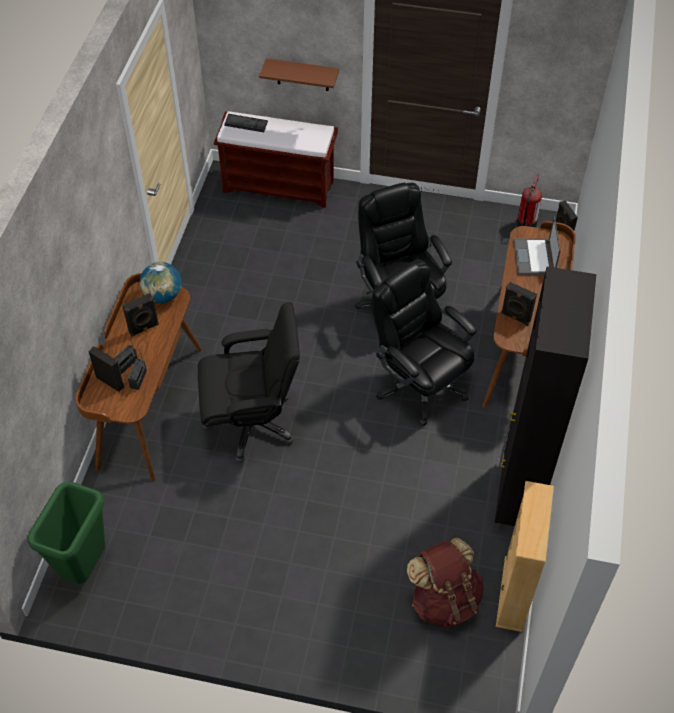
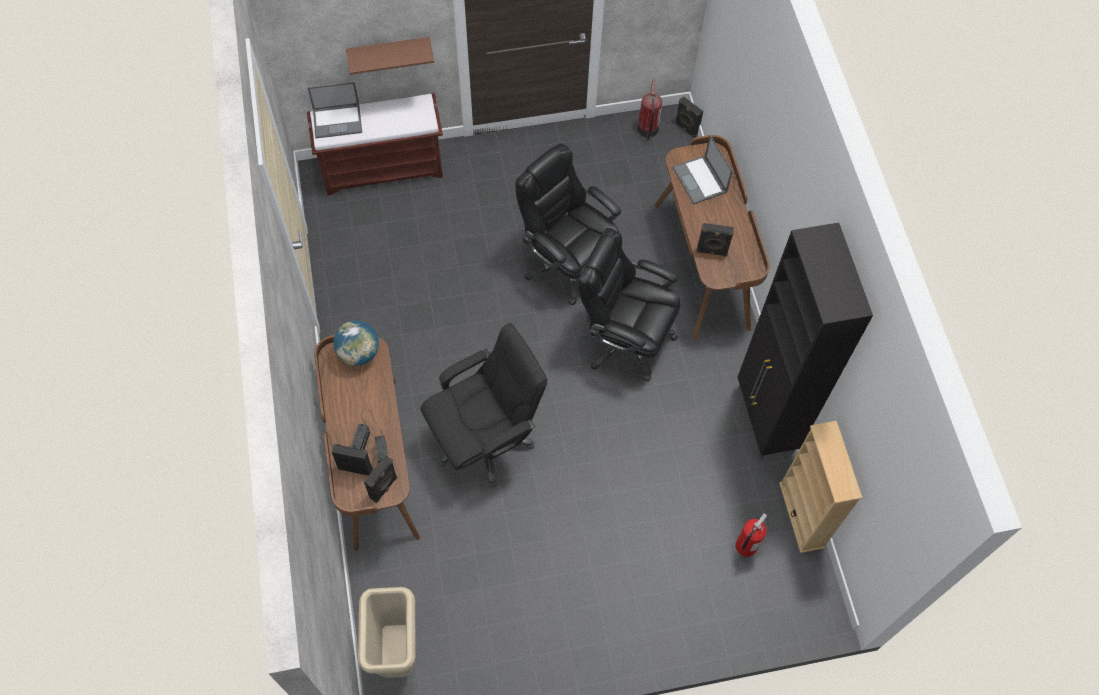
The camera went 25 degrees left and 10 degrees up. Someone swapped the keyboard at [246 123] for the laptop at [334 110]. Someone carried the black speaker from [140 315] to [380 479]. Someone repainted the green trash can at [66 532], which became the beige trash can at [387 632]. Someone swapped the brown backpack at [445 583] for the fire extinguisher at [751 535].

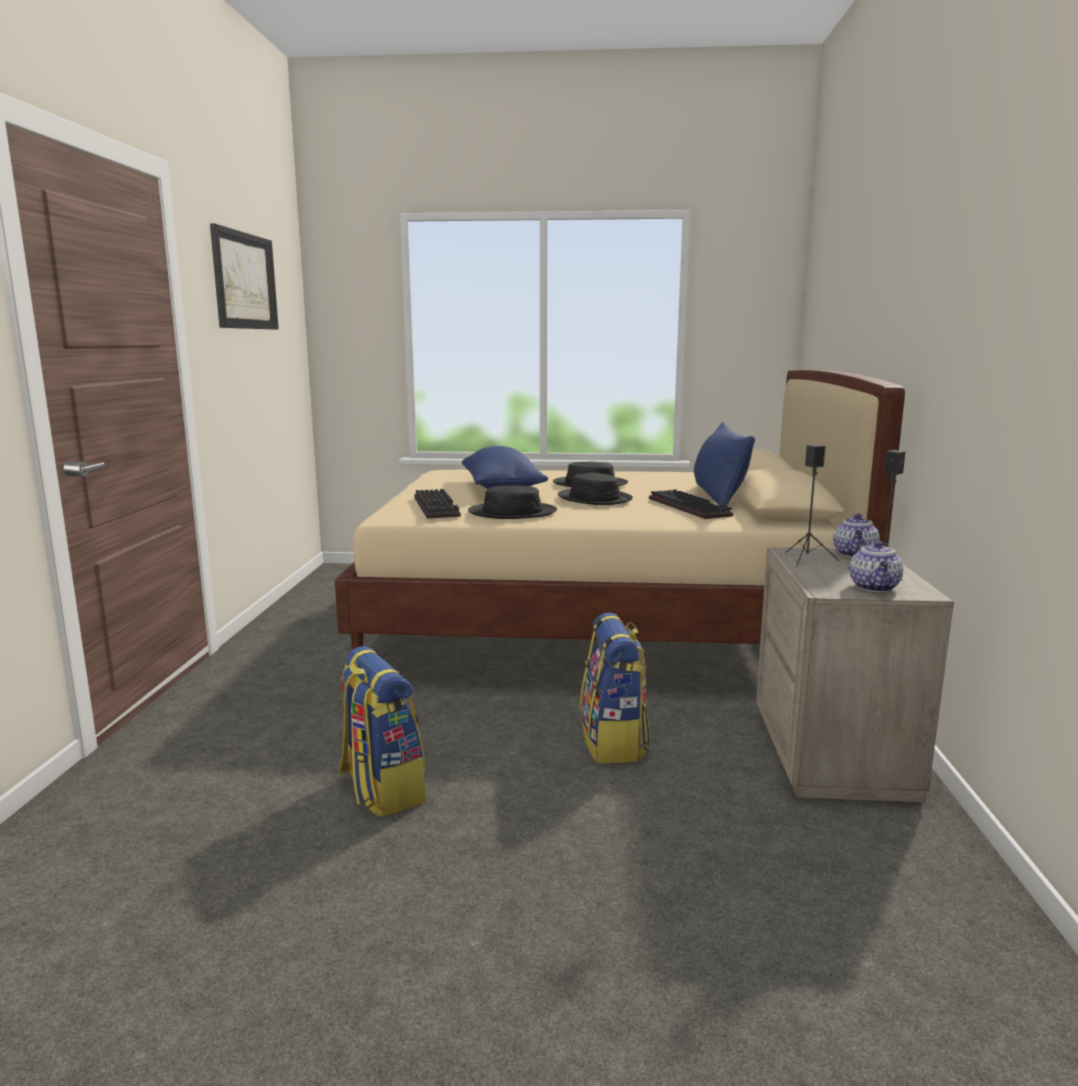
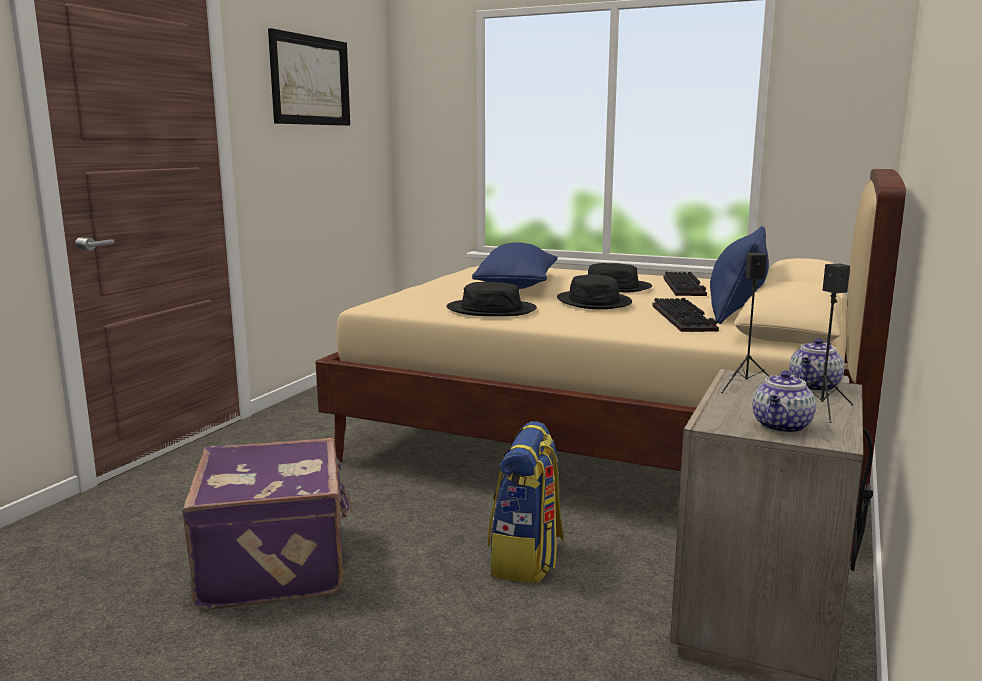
The camera went 20 degrees right and 0 degrees up. Someone carried the keyboard from [437 504] to [685 284]. Someone swapped the backpack at [382 731] for the purple suitcase at [266 523].

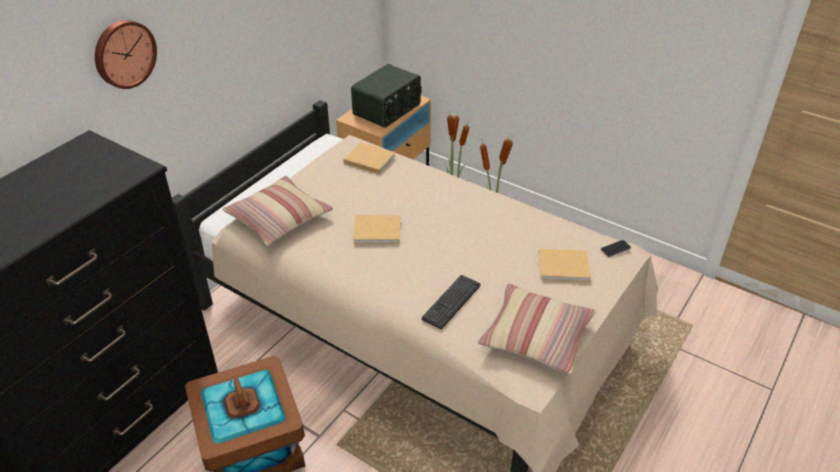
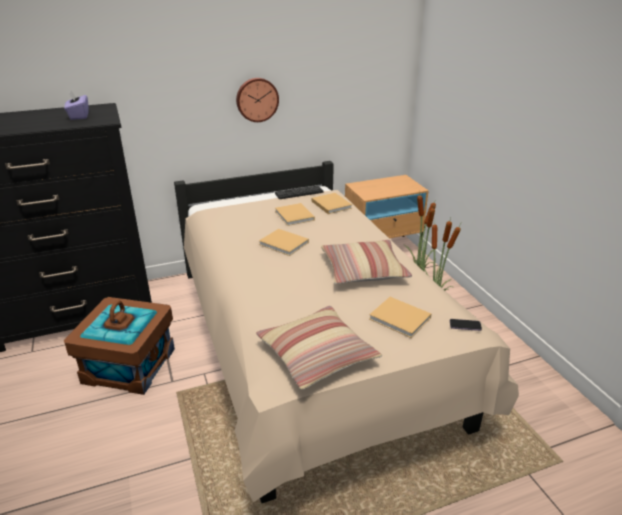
The camera went 35 degrees right and 10 degrees down. Someone carried the wall clock from [126 54] to [257 100]. Someone took away the radio at [386 96]. Someone carried the pillow from [277 211] to [366 262]. Someone carried the keyboard from [451 302] to [299 192]. Someone put down the purple tissue box at [76 105]. Someone put down the beige book at [295 214].

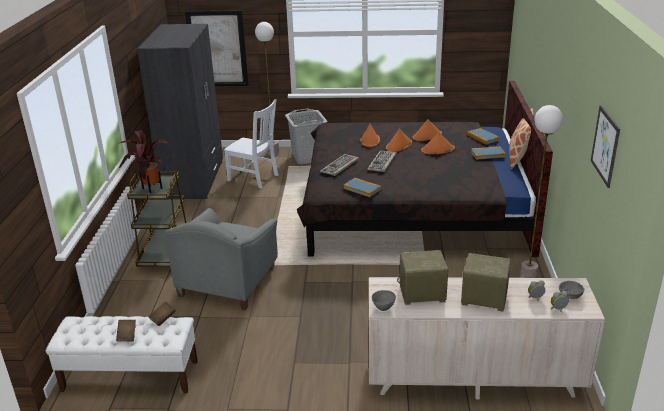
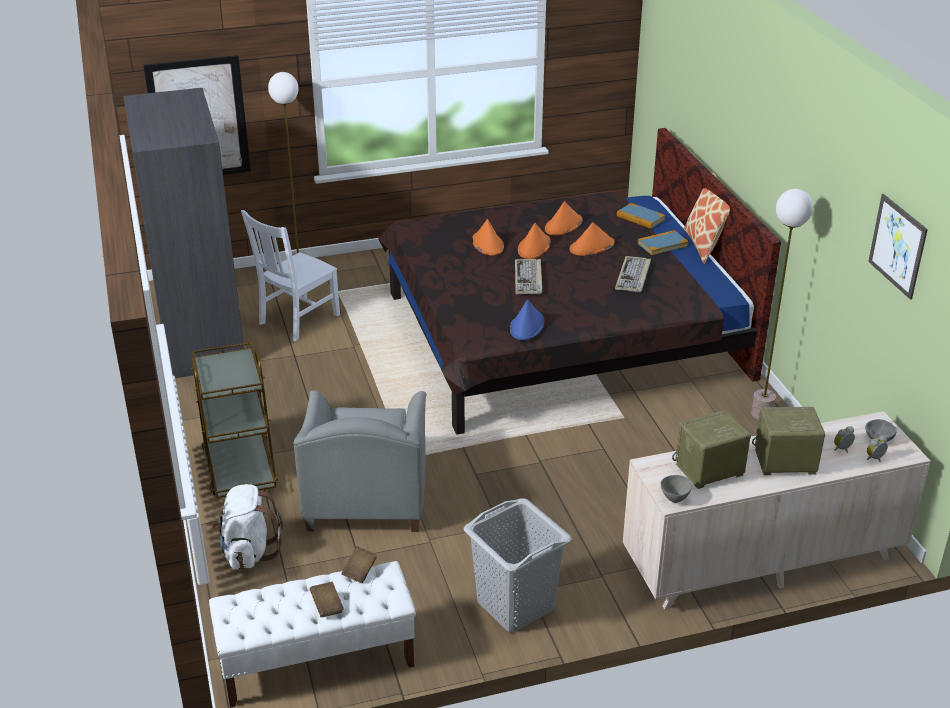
The camera went 20 degrees left and 5 degrees up. Someone rotated the white chair at [251 143] by 120 degrees clockwise. Someone carried the grey laundry basket from [306 137] to [518 565]. Someone took away the potted plant at [144 161]. Someone carried the keyboard from [339 165] to [633 274]. Someone swapped the book at [362 187] for the blue hat at [527 319]. Someone put down the white backpack at [247 527].

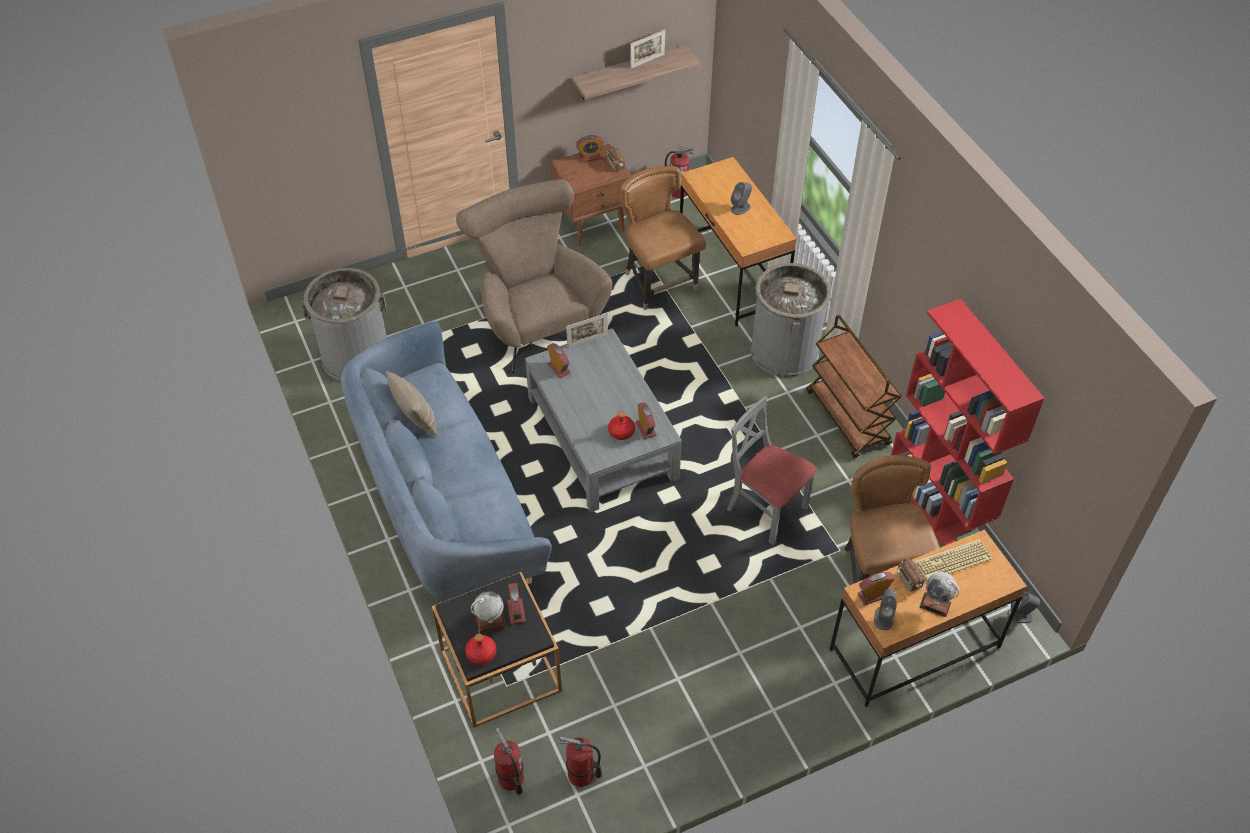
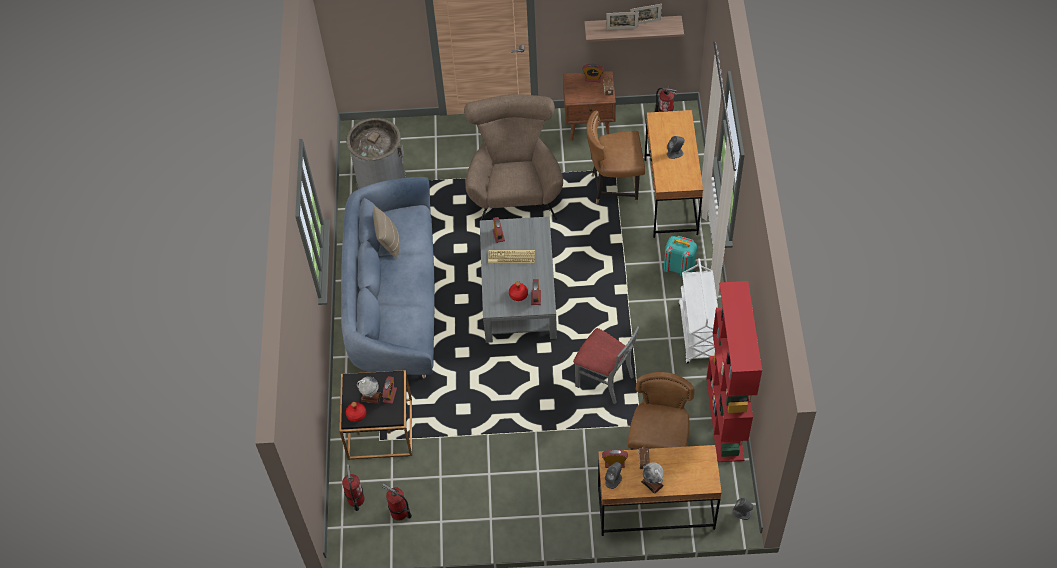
The camera went 25 degrees right and 5 degrees up. Someone rotated the brown chair at [663 238] by 90 degrees counterclockwise. Someone swapped the grey trash can at [790 320] for the turquoise backpack at [680 256]. Someone carried the picture frame from [587 330] to [622 21]. Someone repainted the brown cart at [853 386], which became the white cart at [698 310]. Someone rotated the grey chair at [772 470] by 150 degrees clockwise. Someone carried the keyboard from [953 559] to [511 257].

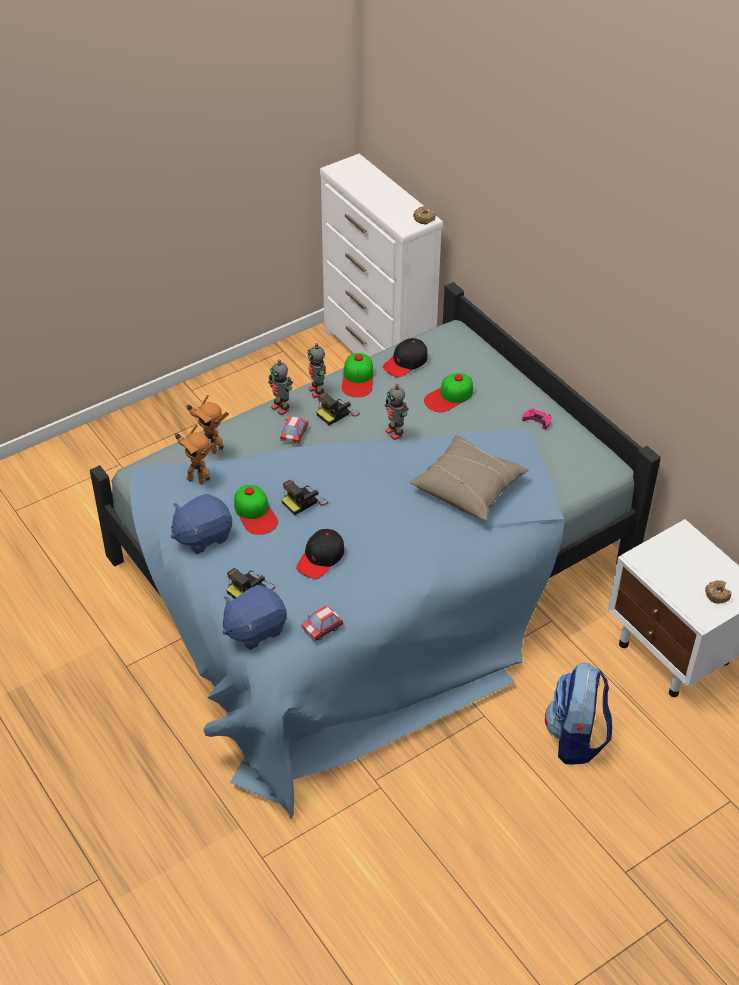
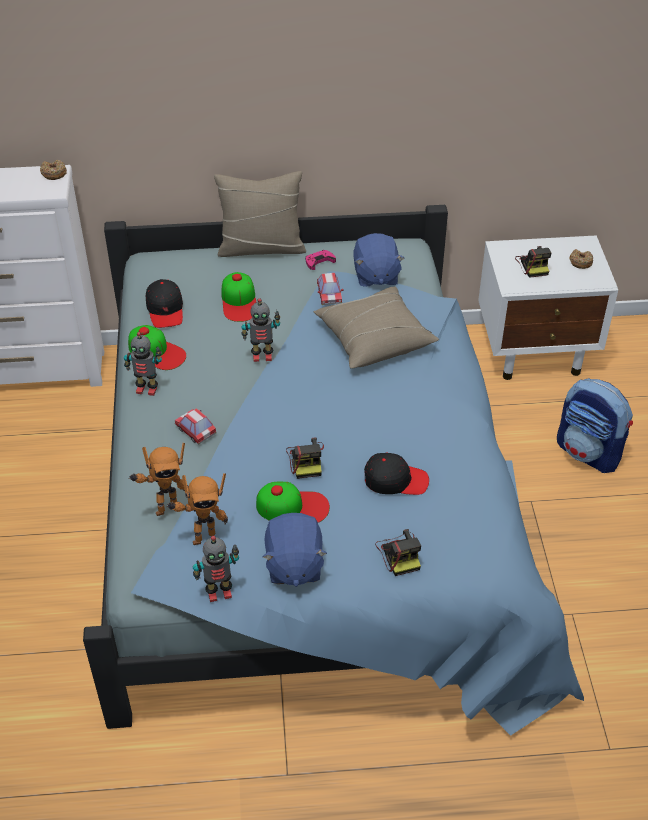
The camera went 60 degrees left and 0 degrees up. Someone carried the toy robot from [280 387] to [216 569]. Someone carried the photo camera from [338 408] to [533 262]. Someone rotated the black cap at [320 554] by 60 degrees counterclockwise. Someone carried the blue plush toy from [255 617] to [379 260]. Someone carried the toy car from [322 623] to [330 289]. Someone put down the beige pillow at [260 214].

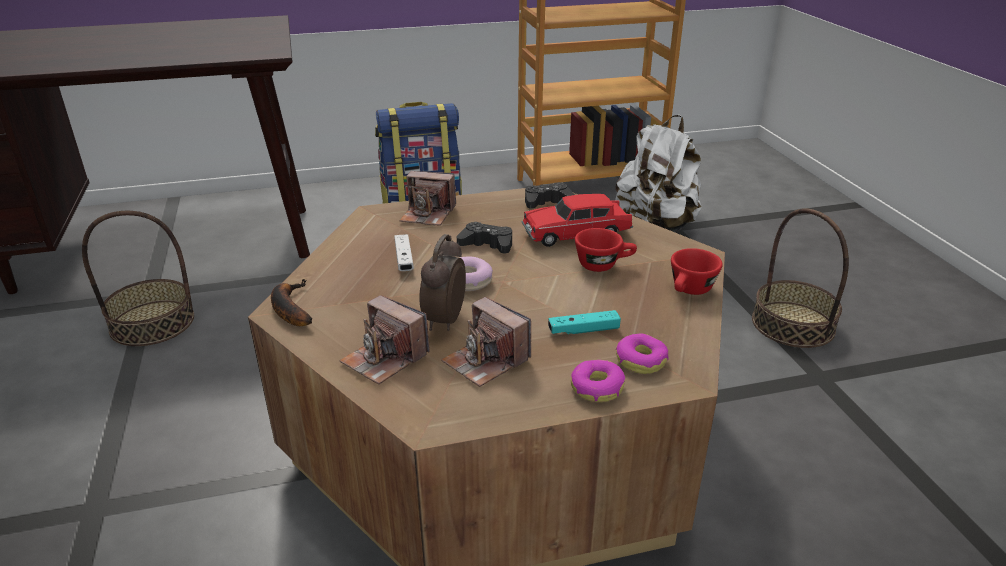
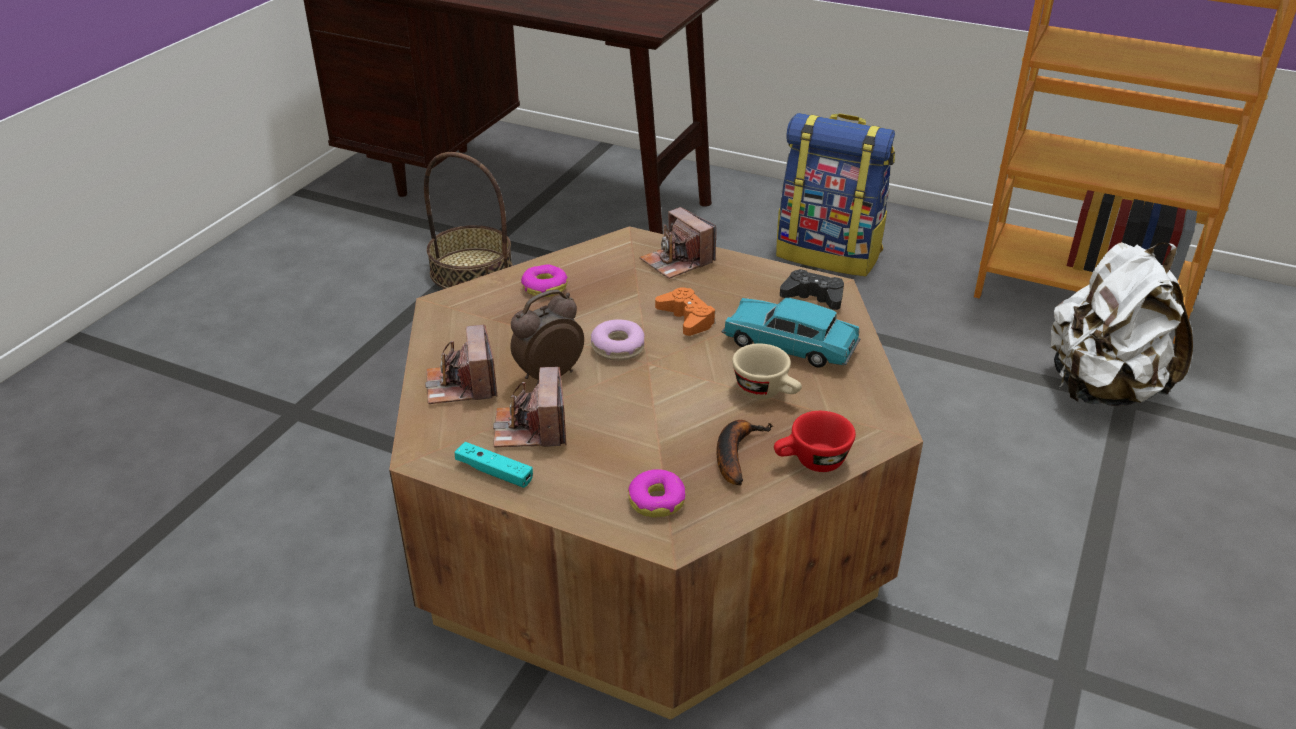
The camera went 40 degrees right and 5 degrees up. Someone repainted the red toy car at [577 220], which became the turquoise toy car at [791 333]. Someone took away the basket at [800 278]. Someone repainted the black game controller at [484 238], which became the orange game controller at [685 311]. Someone repainted the red cup at [606 250], which became the beige cup at [767 371]. Someone took away the white game controller at [404 252]. Someone carried the banana from [291 302] to [744 453]. Someone carried the turquoise game controller from [584 322] to [494 465]. Someone carried the donut from [598 381] to [544 281].

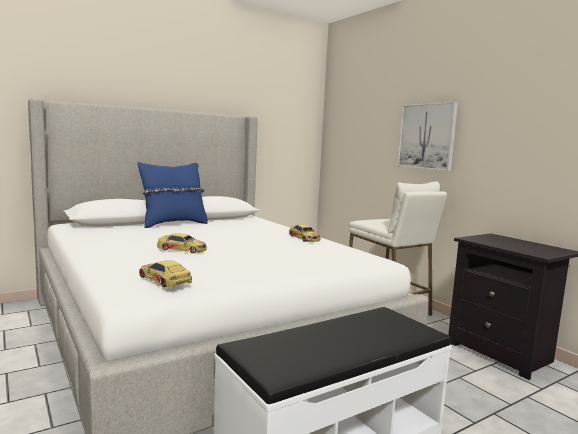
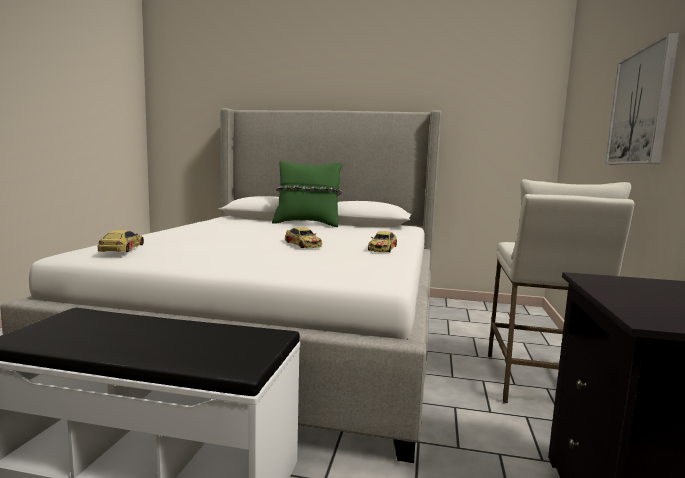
The camera went 45 degrees right and 0 degrees up. Someone repainted the blue pillow at [173 195], which became the green pillow at [307 193]. Someone carried the toy car from [182 243] to [303 237].

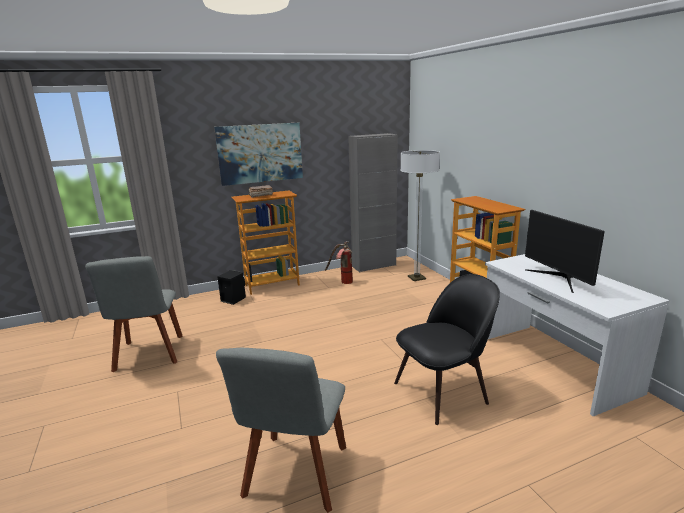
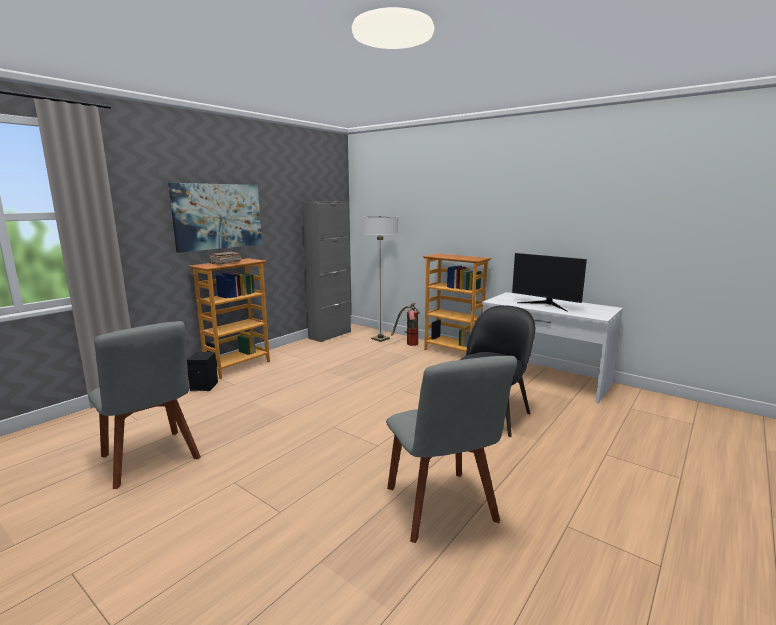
The camera went 30 degrees left and 5 degrees down. Someone carried the fire extinguisher from [339 262] to [405 324].

